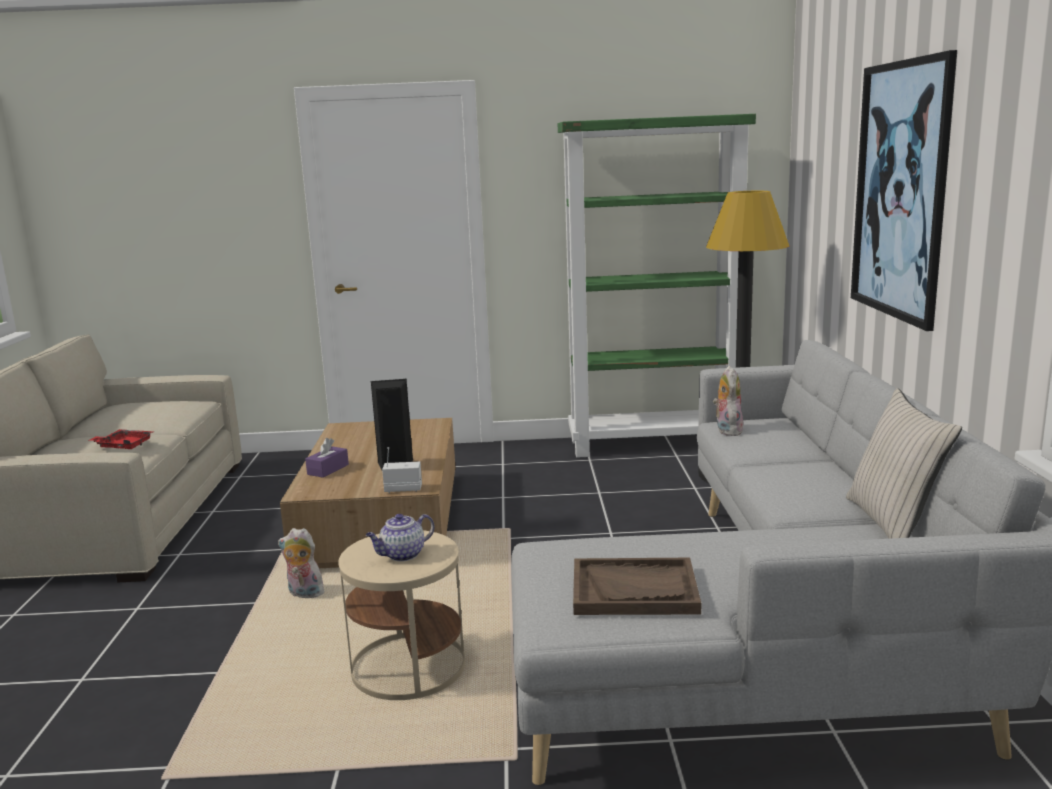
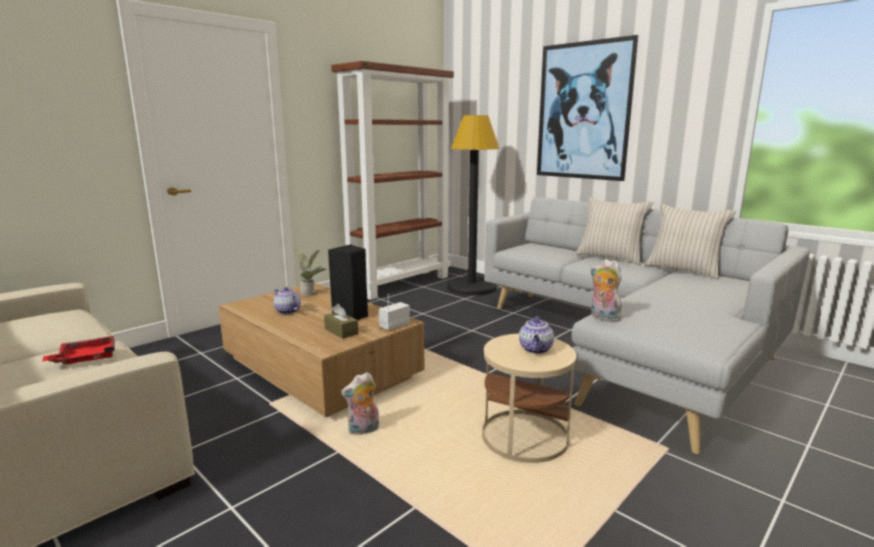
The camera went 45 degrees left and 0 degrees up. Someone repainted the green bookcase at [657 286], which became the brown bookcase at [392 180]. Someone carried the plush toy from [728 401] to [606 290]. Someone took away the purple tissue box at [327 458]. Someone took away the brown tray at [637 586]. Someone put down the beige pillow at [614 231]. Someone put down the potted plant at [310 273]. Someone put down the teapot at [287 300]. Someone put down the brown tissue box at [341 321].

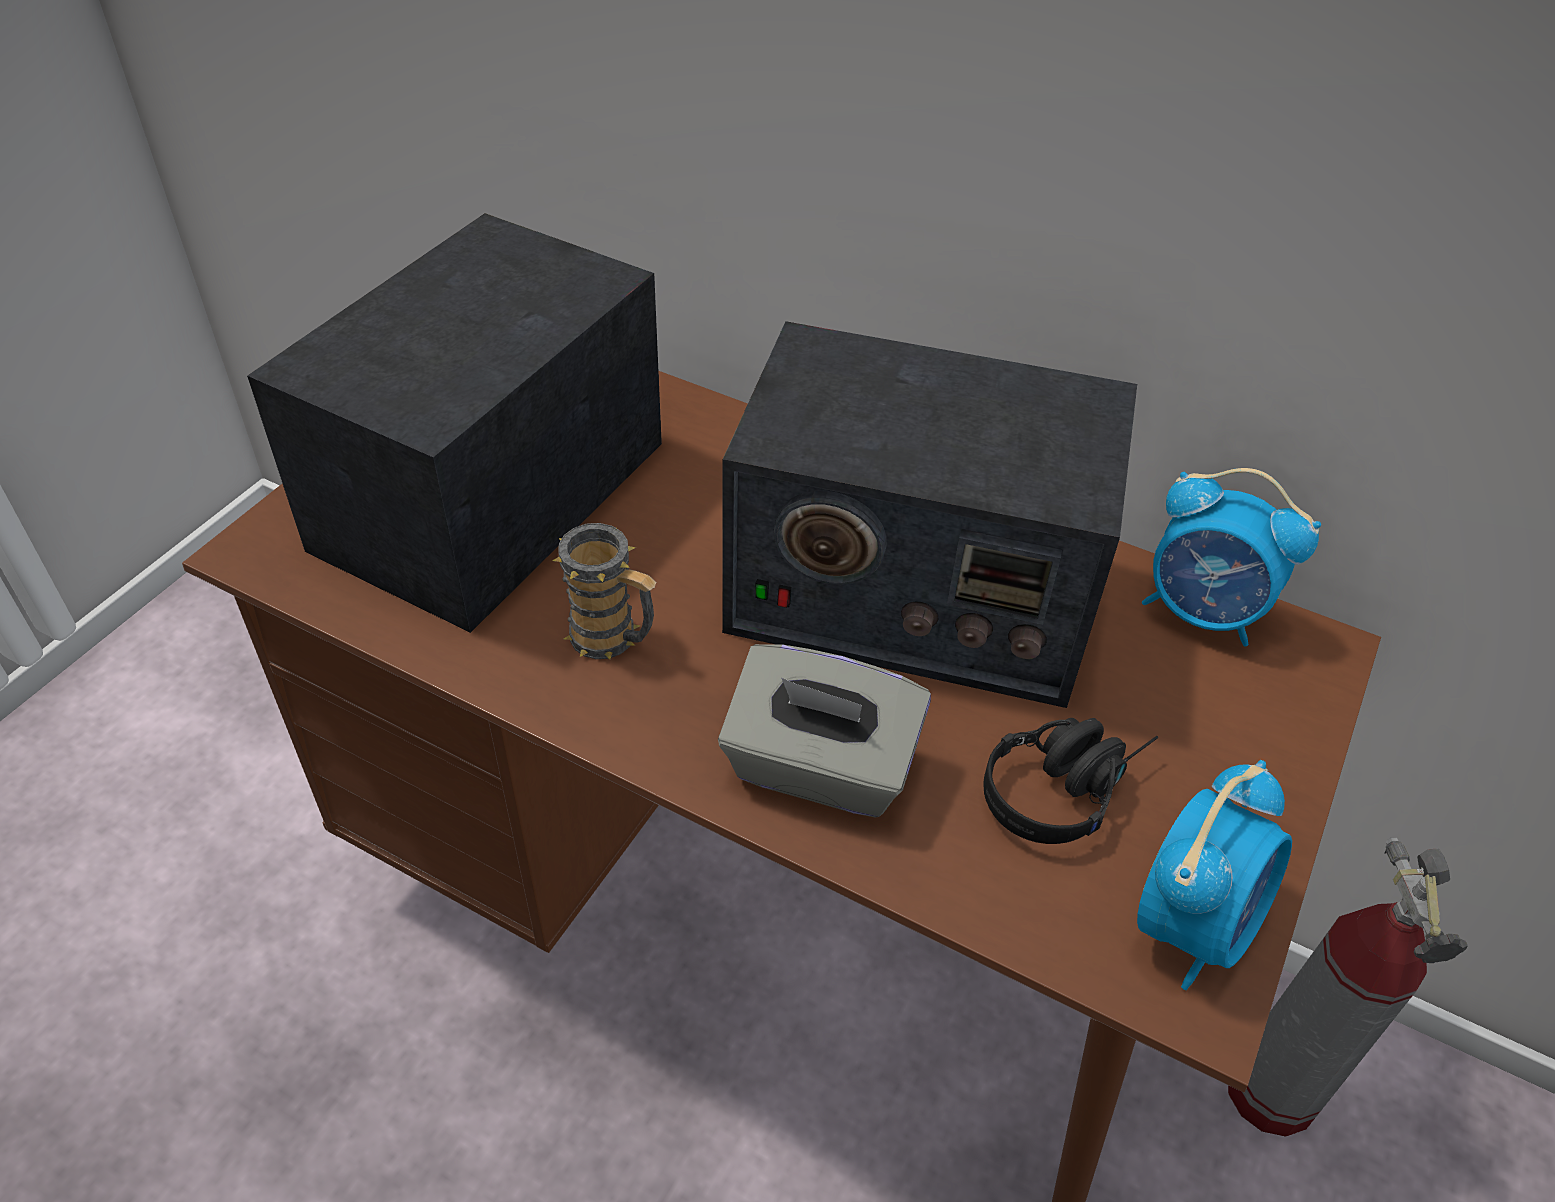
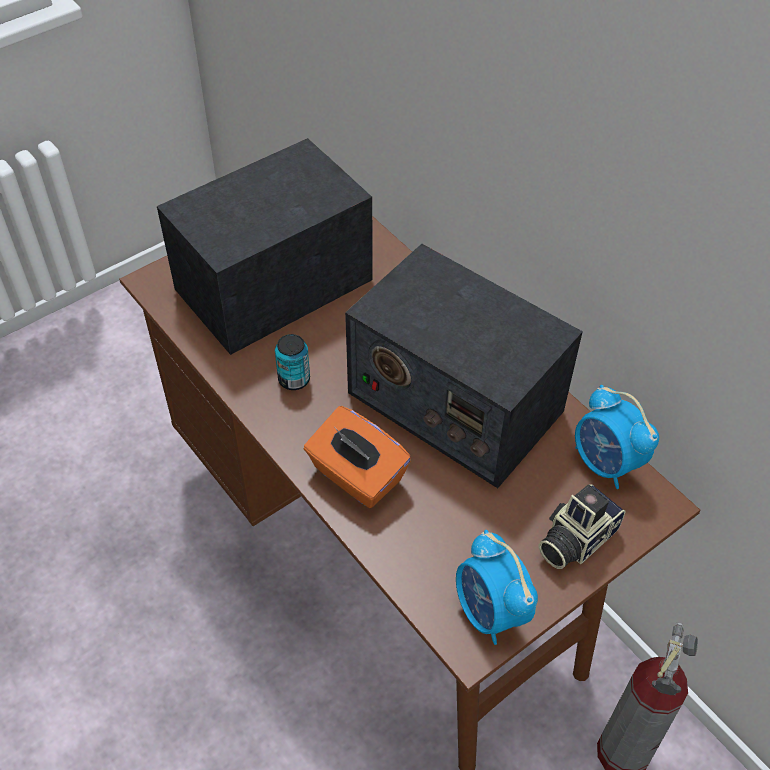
The camera went 25 degrees right and 5 degrees up. Someone swapped the mug at [604 591] for the can at [292 362]. Someone repainted the grey tissue box at [824 731], which became the orange tissue box at [357 457]. Someone took away the black headphones at [1070 781]. Someone rotated the alarm clock at [1214 875] by 90 degrees clockwise. Someone put down the photo camera at [582 526].

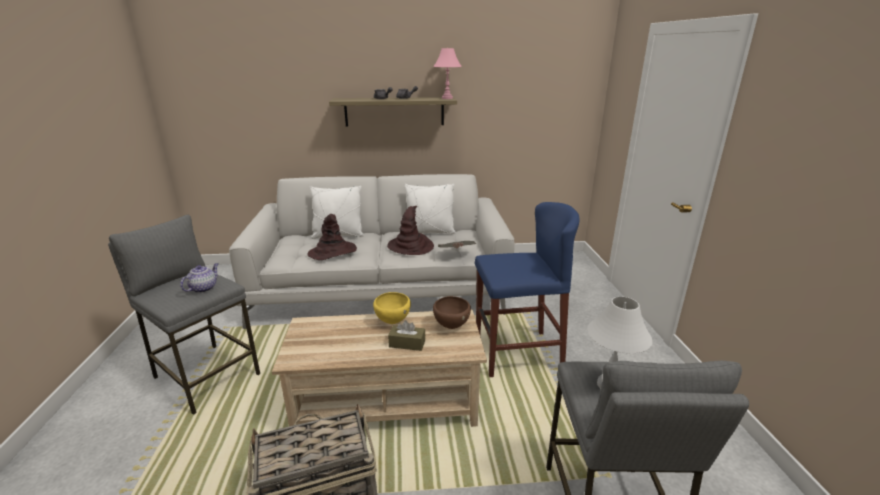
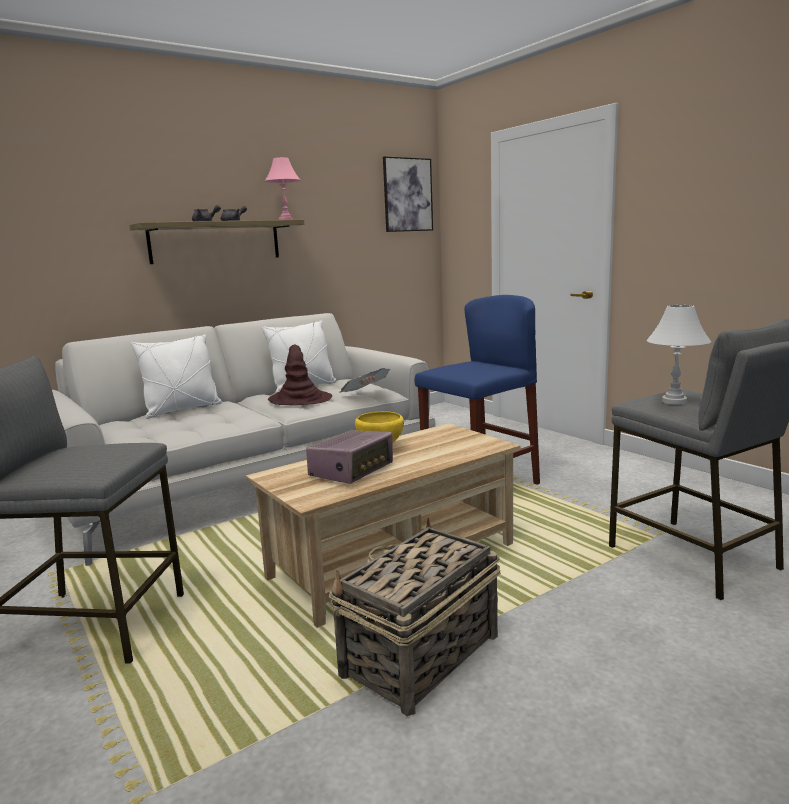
The camera went 30 degrees left and 10 degrees down. Someone took away the brown hat at [332 237]. Someone took away the teapot at [199 278]. Someone took away the brown bowl at [452 312]. Someone took away the brown tissue box at [406 335]. Someone put up the picture at [408 194]. Someone put down the radio at [349 457].

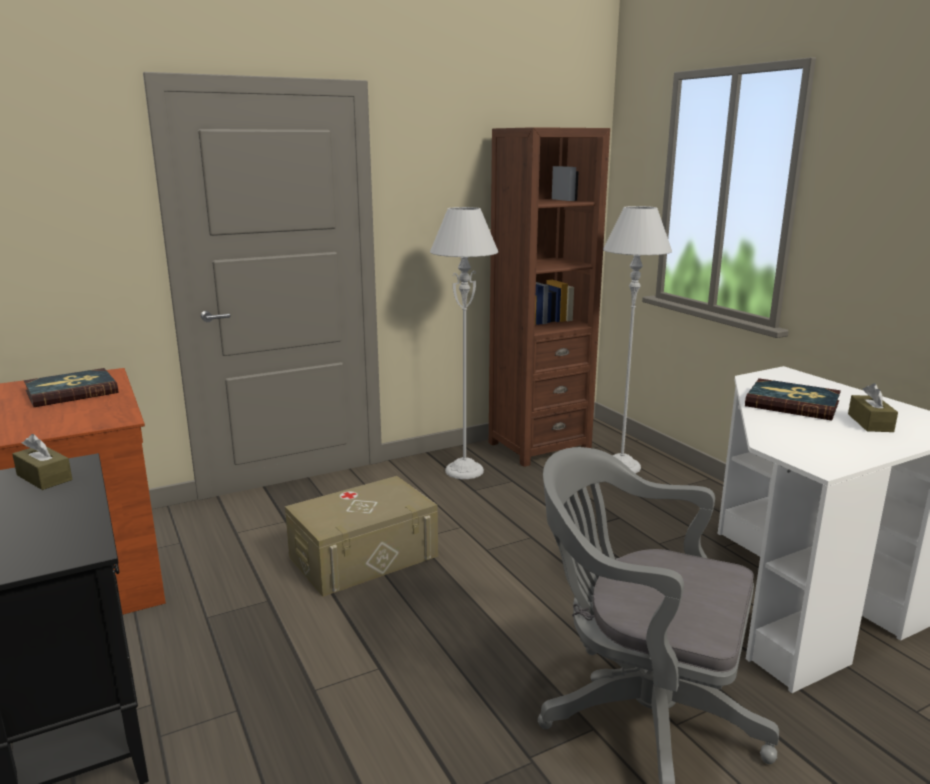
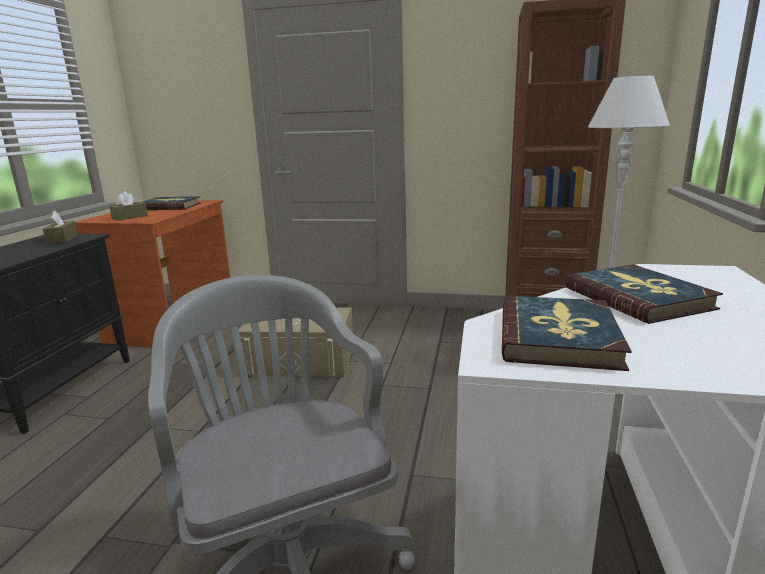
The camera went 40 degrees right and 0 degrees up. Someone took away the grey floor lamp at [464 343]. Someone carried the brown tissue box from [873 407] to [128 206]. Someone put down the book at [566 333].

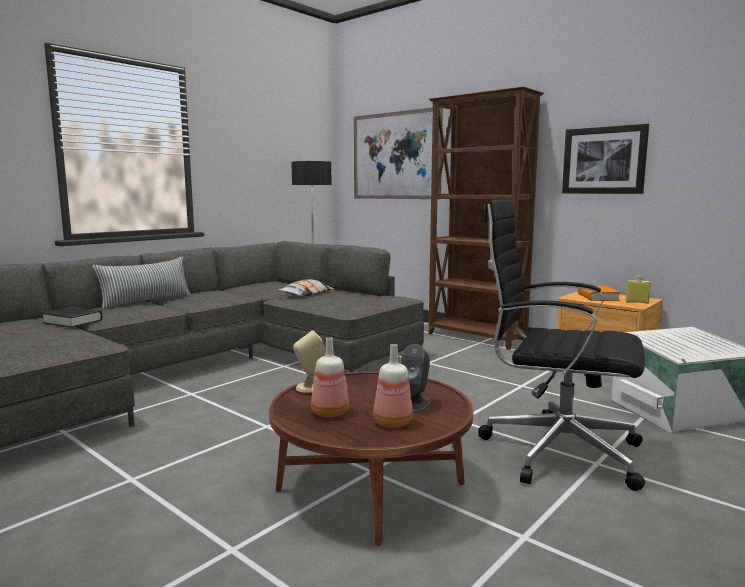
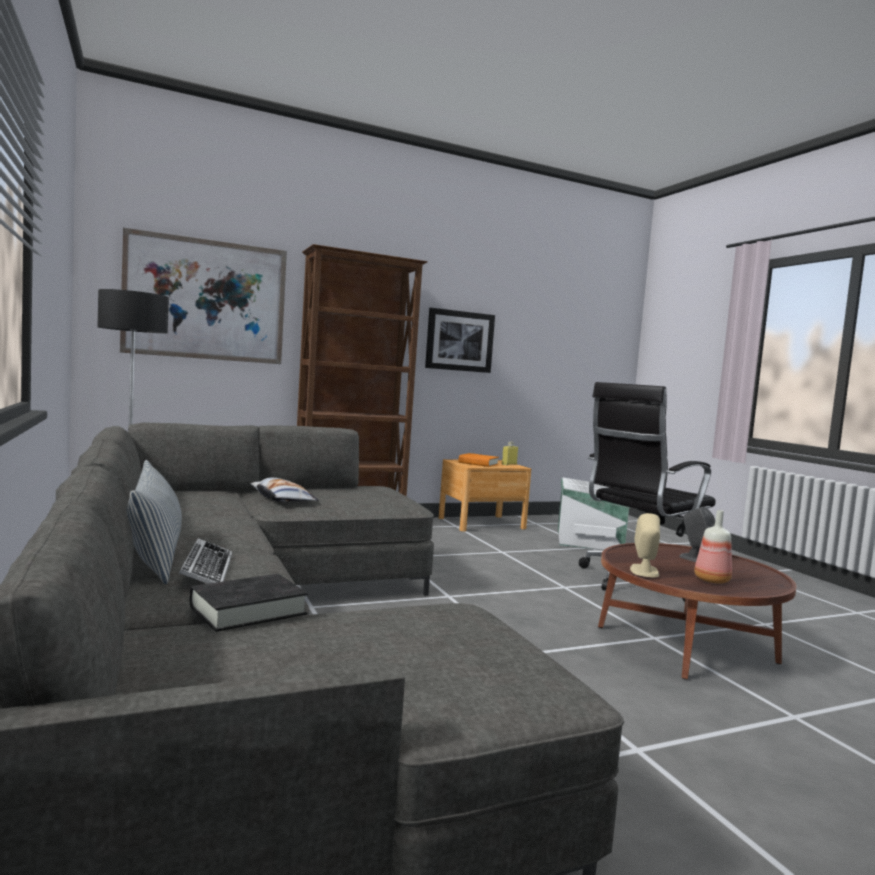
The camera went 65 degrees left and 5 degrees down. Someone took away the bottle at [393 386]. Someone put down the keyboard at [205 561].

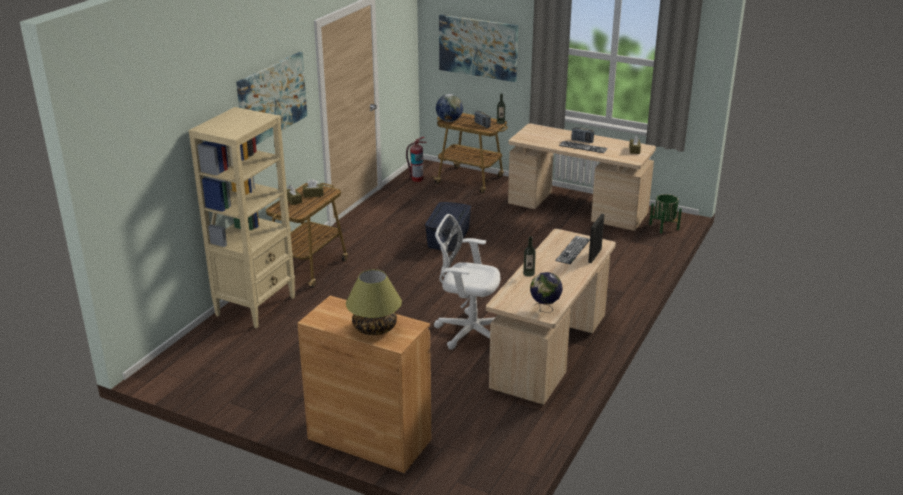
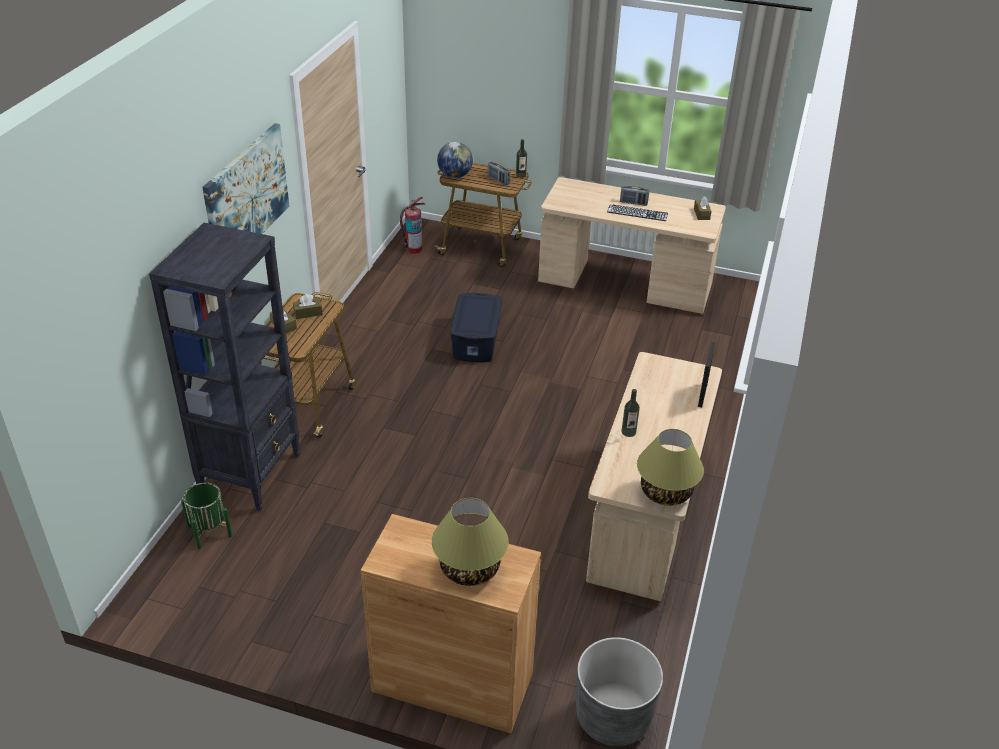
The camera went 10 degrees left and 10 degrees up. Someone took away the picture at [478 48]. Someone repainted the beige bookcase at [241 217], which became the black bookcase at [224 367]. Someone carried the green planter from [665 214] to [206 516]. Someone took away the white office chair at [467 282]. Someone took away the keyboard at [572 250]. Someone swapped the globe at [546 292] for the table lamp at [670 467]. Someone put down the grey planter at [619 691].

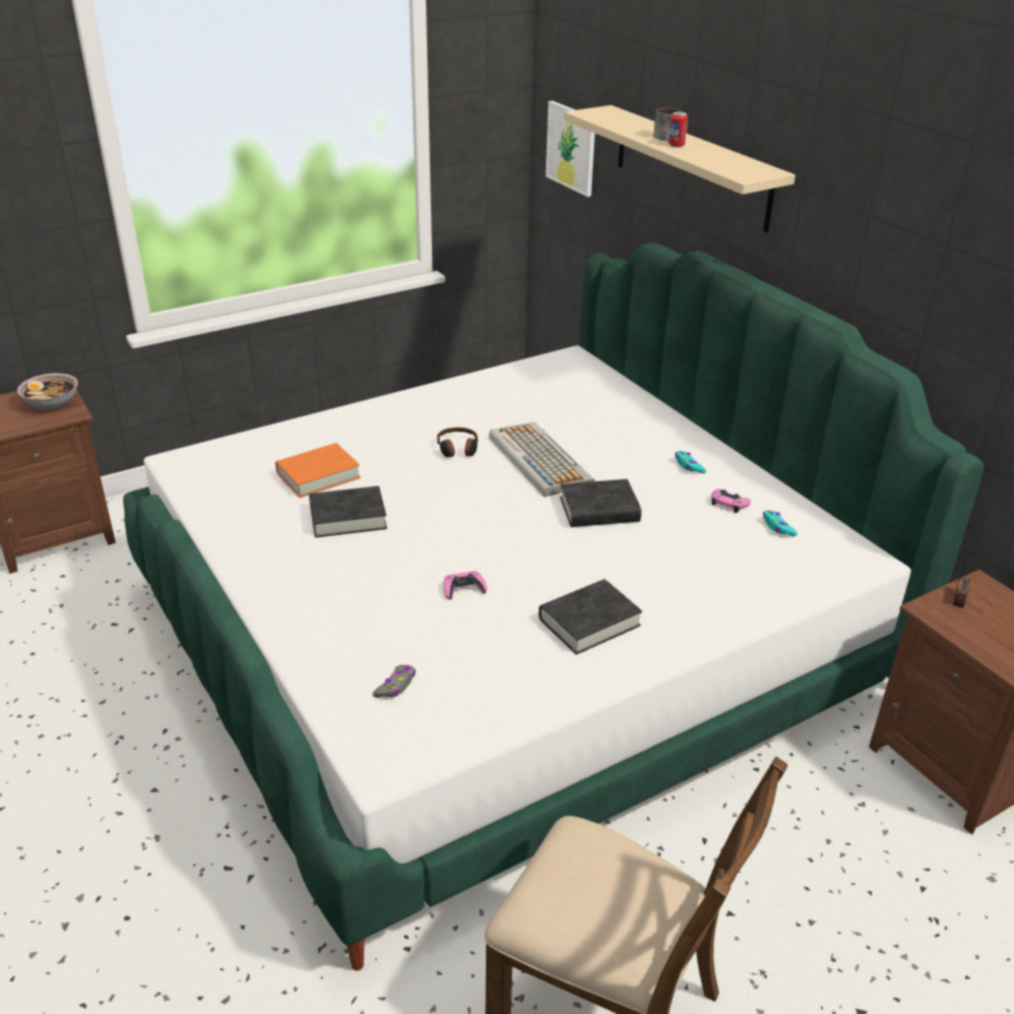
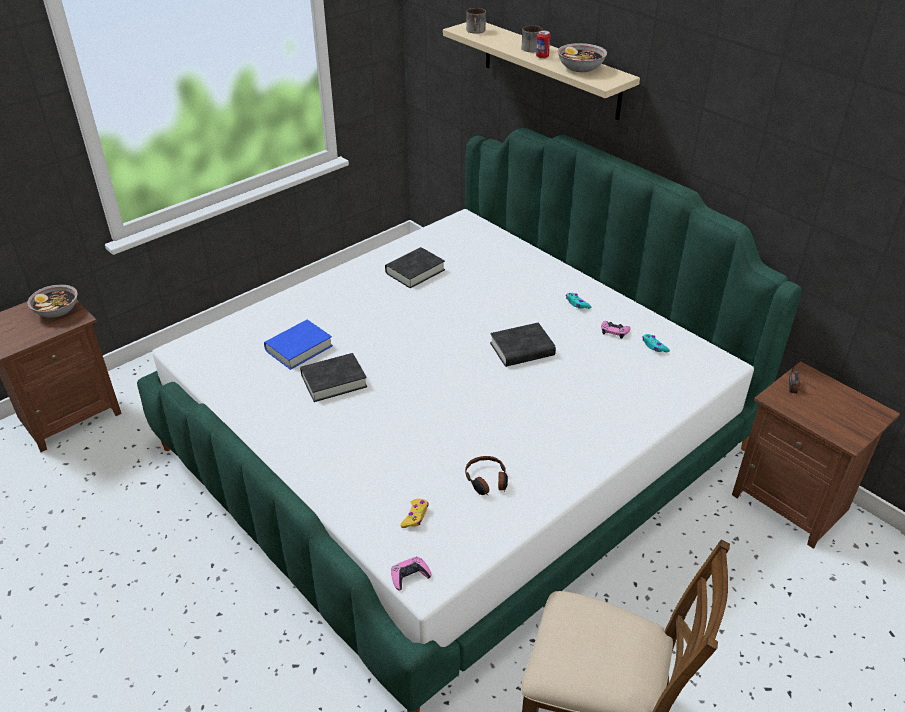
The camera went 10 degrees left and 5 degrees up. Someone took away the picture at [570 149]. Someone took away the keyboard at [542 459]. Someone carried the headphones from [457 442] to [486 475]. Someone repainted the orange book at [318 470], which became the blue book at [298 345]. Someone carried the pink game controller from [465 585] to [411 573]. Someone carried the black book from [590 617] to [415 267]. Someone repainted the grey game controller at [394 681], which became the yellow game controller at [414 513]. Someone put down the mug at [476 21]. Someone put down the bowl at [582 57].

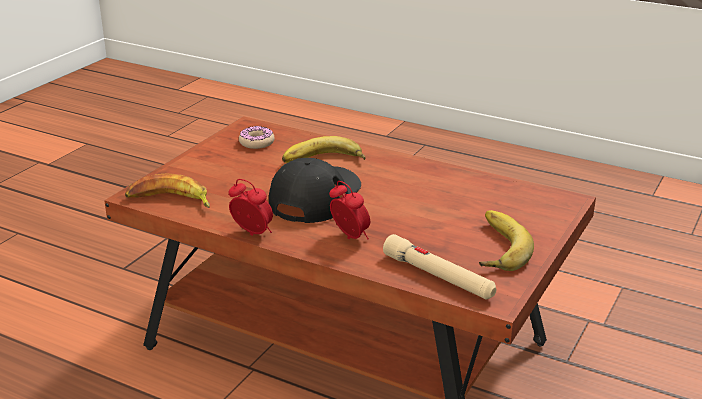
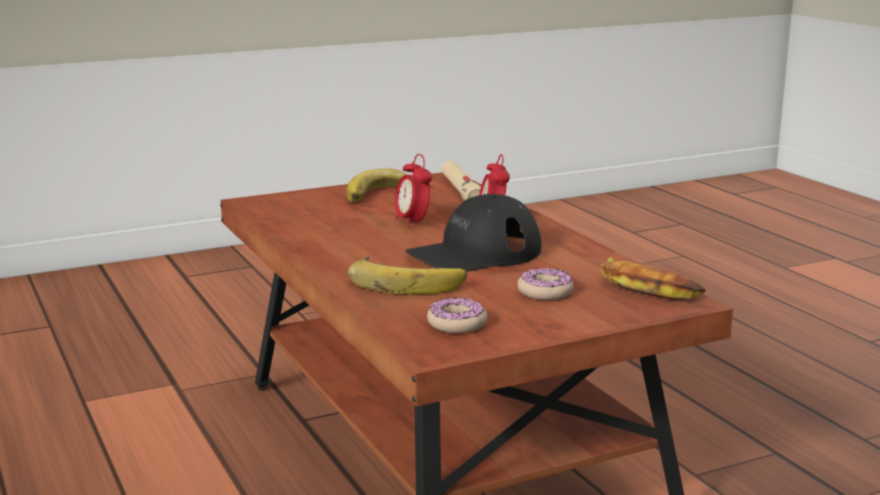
The camera went 145 degrees left and 10 degrees down. Someone carried the alarm clock from [251 207] to [413 191]. Someone put down the donut at [545 283].

